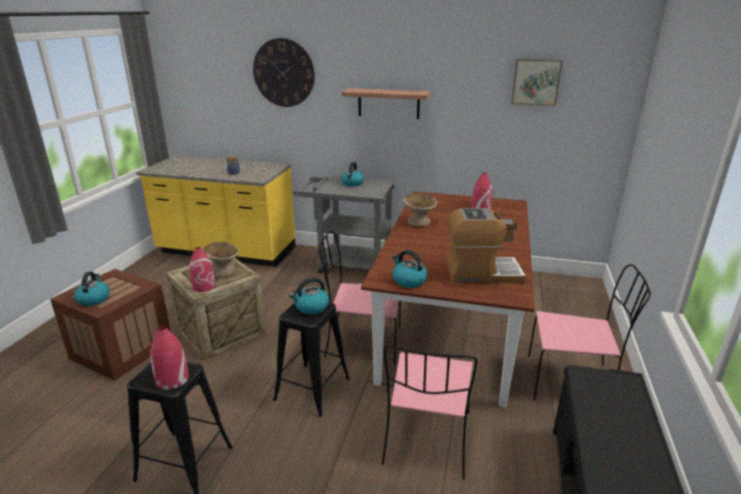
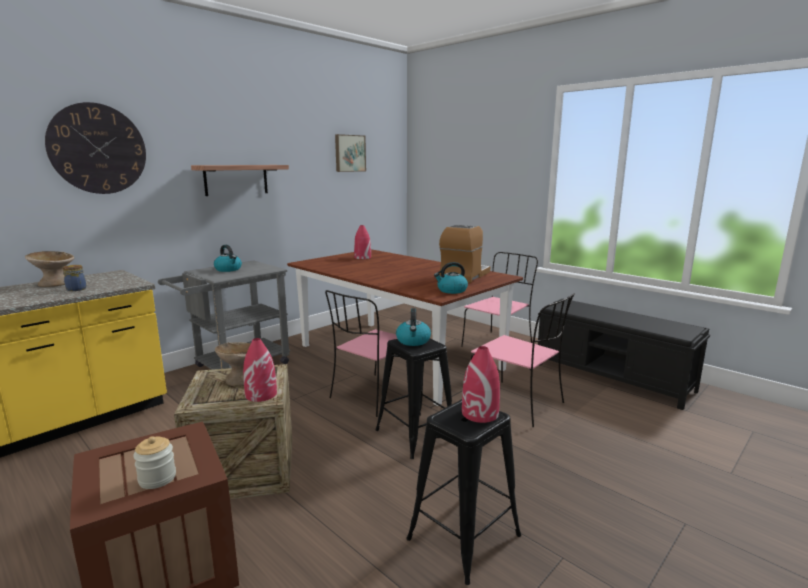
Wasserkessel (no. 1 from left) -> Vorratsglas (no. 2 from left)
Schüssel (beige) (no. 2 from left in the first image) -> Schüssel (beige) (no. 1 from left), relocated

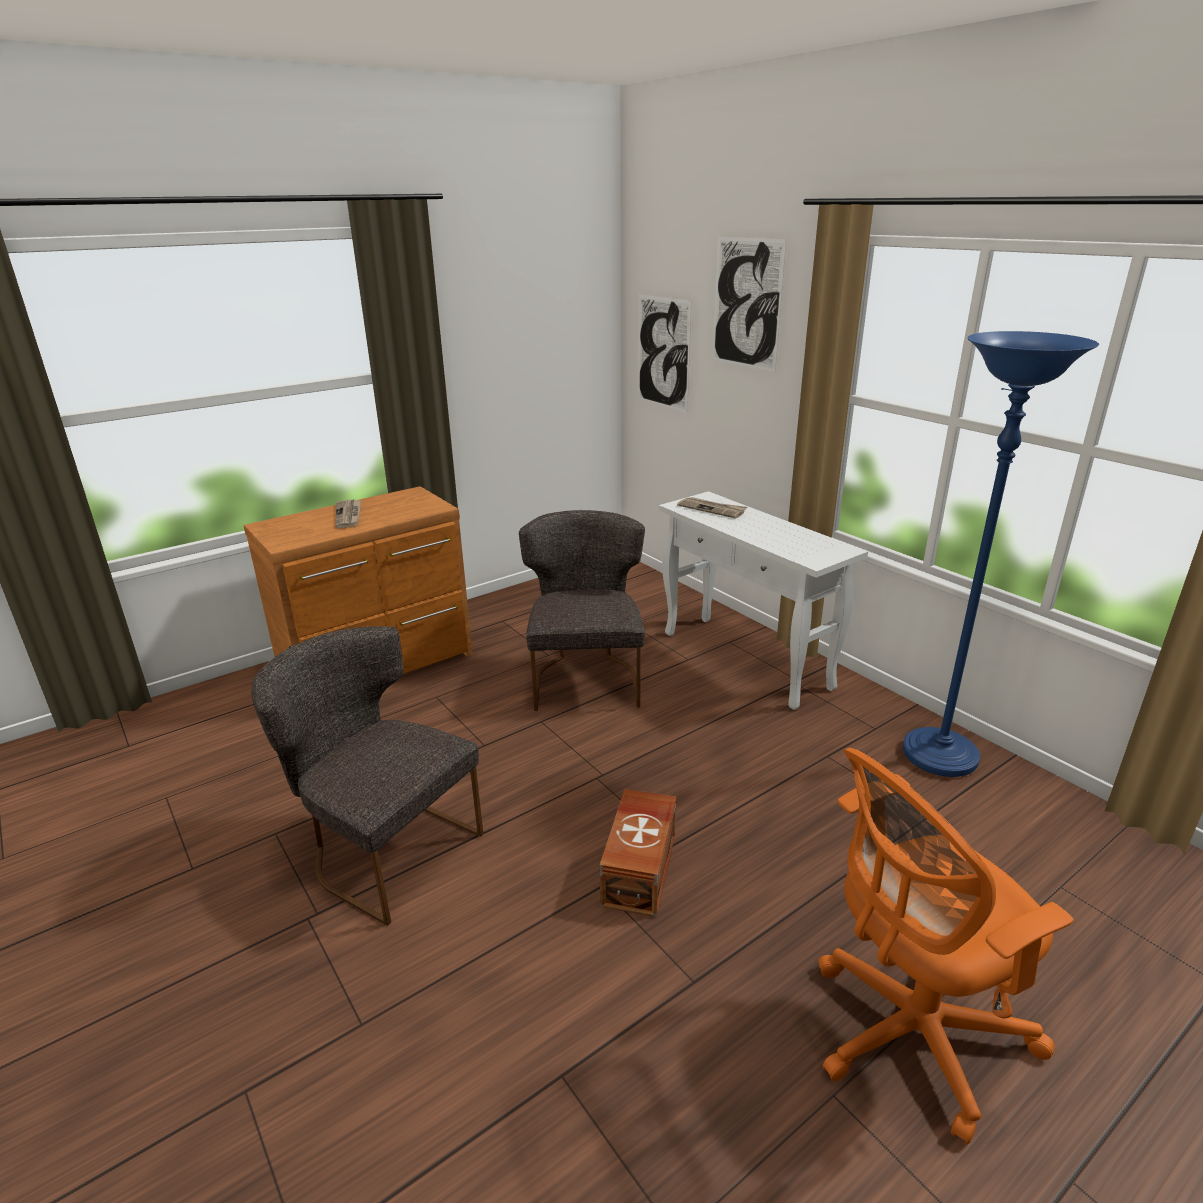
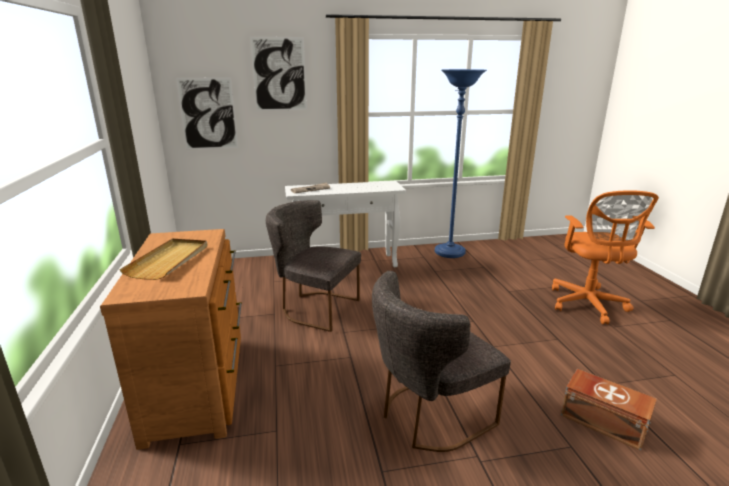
Zeitung (no. 1 from left) -> Tablett (beige)
Aufbewahrungsbox (braun), relocated

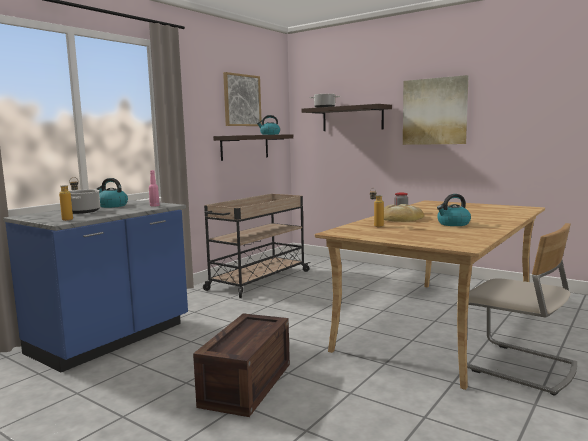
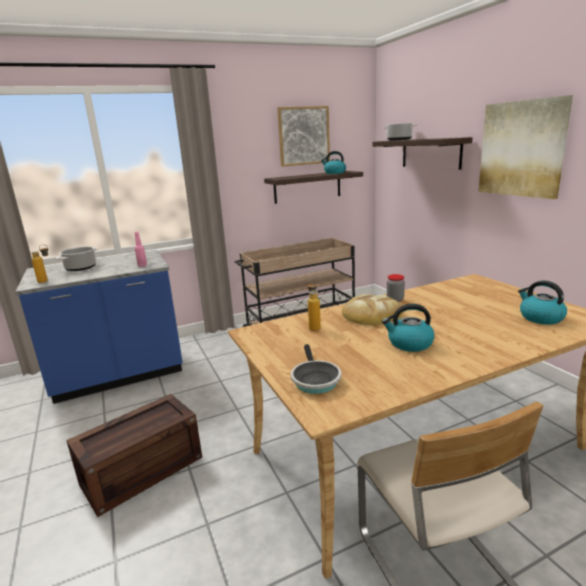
Wasserkessel (no. 1 from left in the first image) -> Wasserkessel (no. 3 from left), relocated
none -> Pfanne

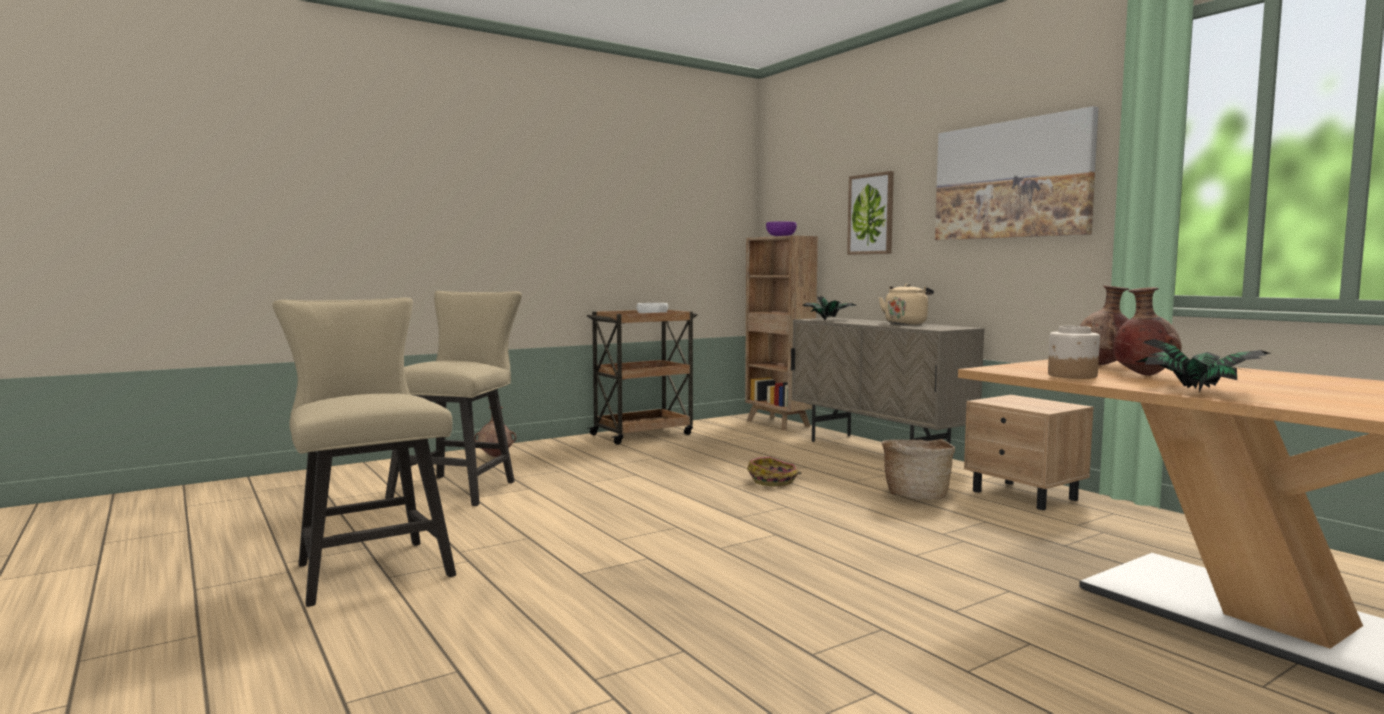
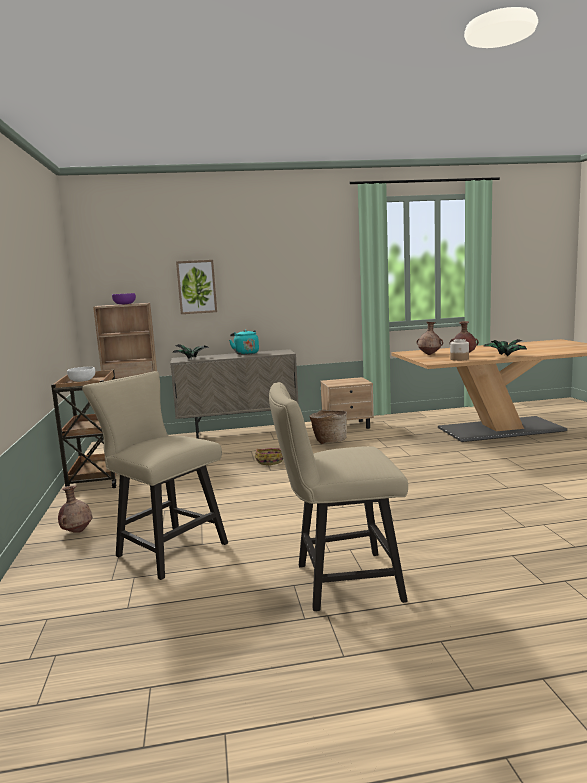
Wasserkessel (beige) -> Wasserkessel (türkis)
Bild (no. 2 from left) -> none

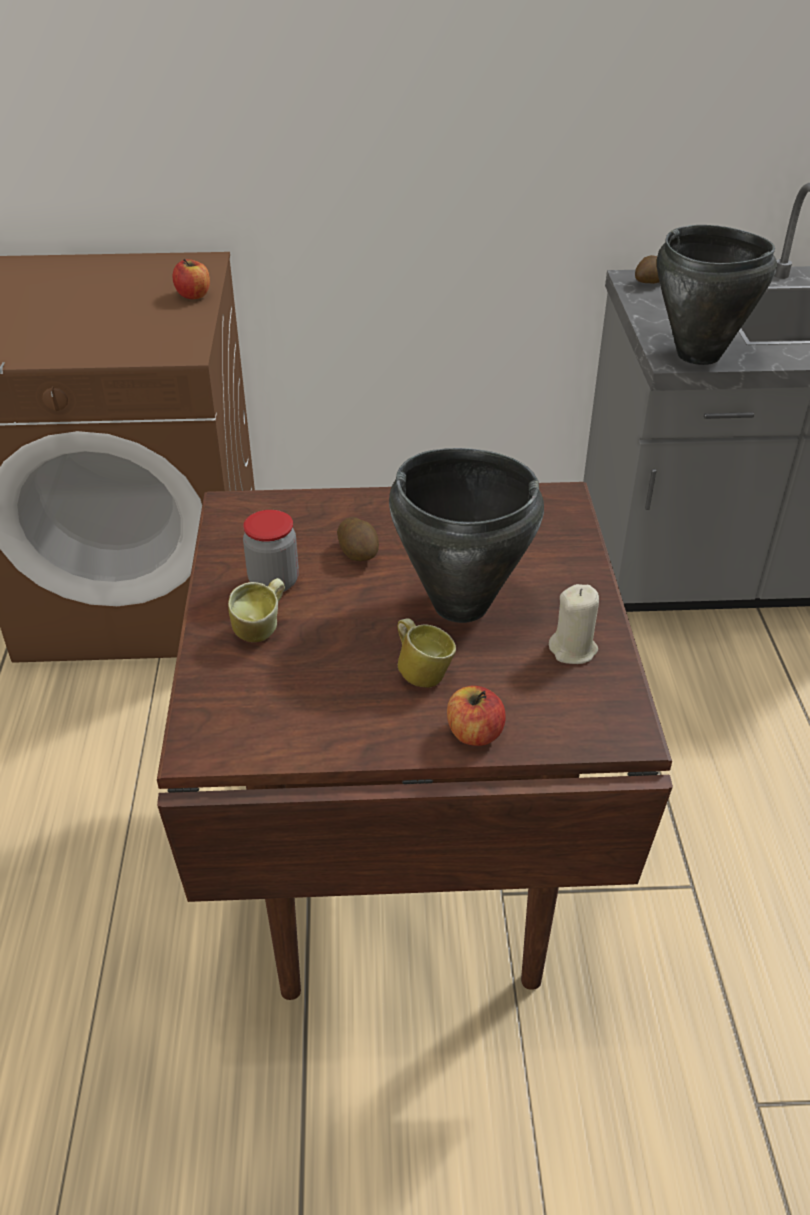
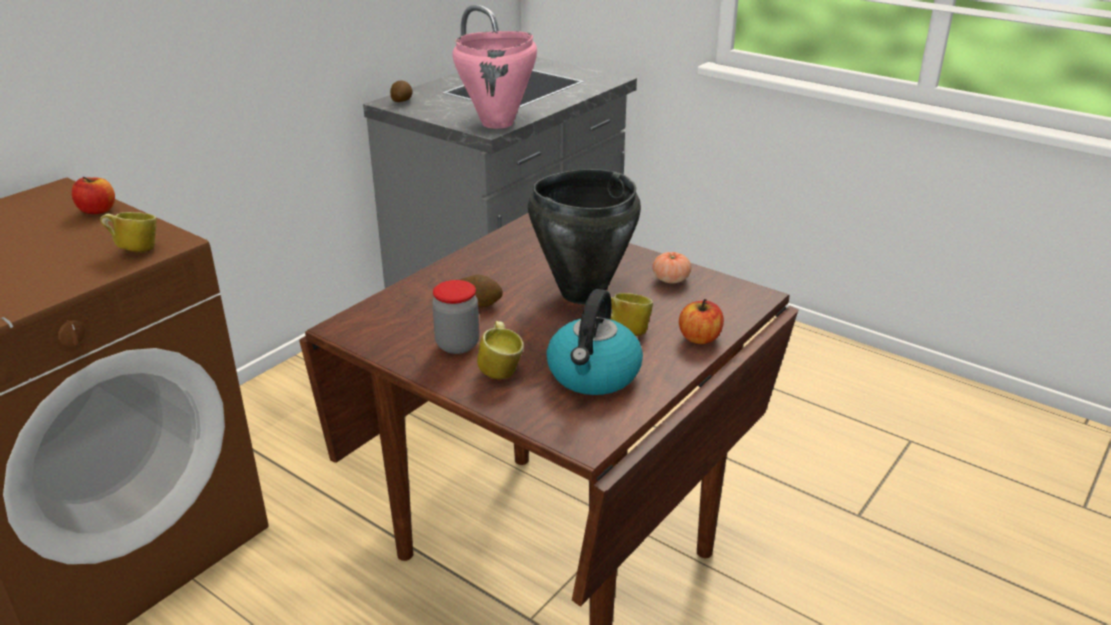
Kerze (beige) -> Tomate
Kochtopf (schwarz) (no. 2 from left) -> Kochtopf (rosa)
none -> Henkelbecher (no. 1 from left)
none -> Wasserkessel

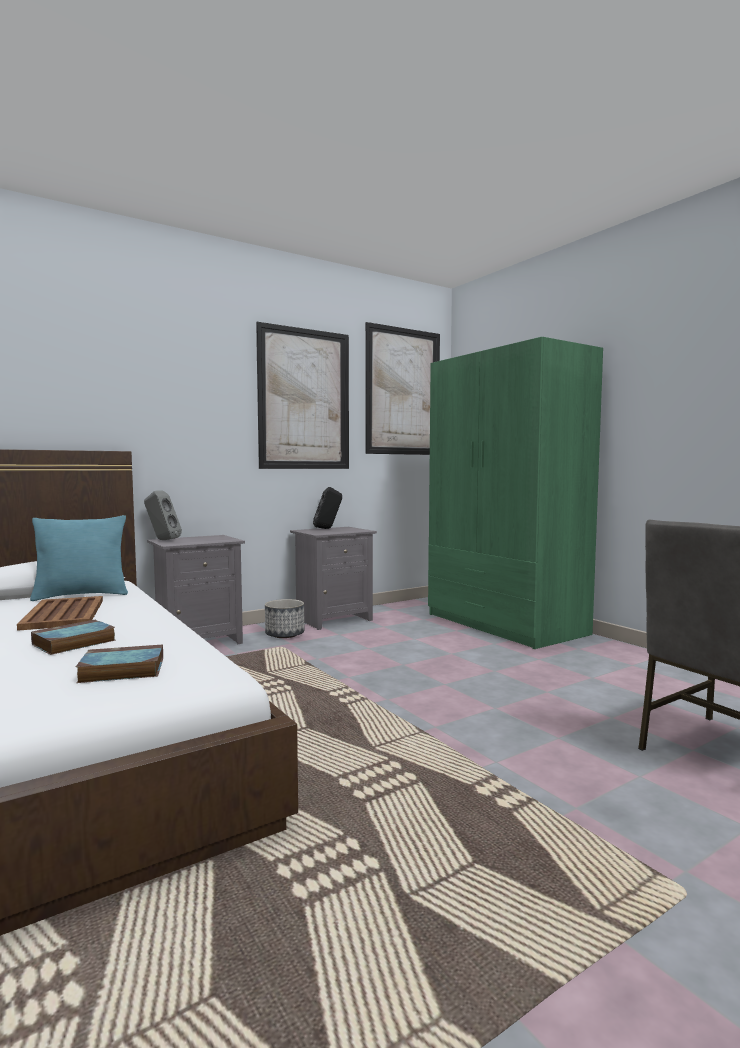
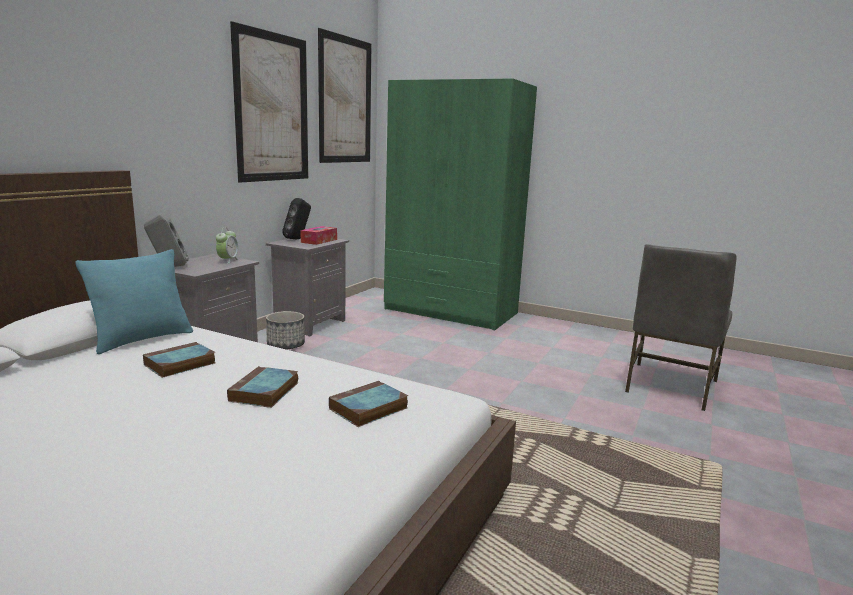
Tablett (braun) -> Buch (no. 1 from left)
none -> Wecker
none -> Taschentuchbox

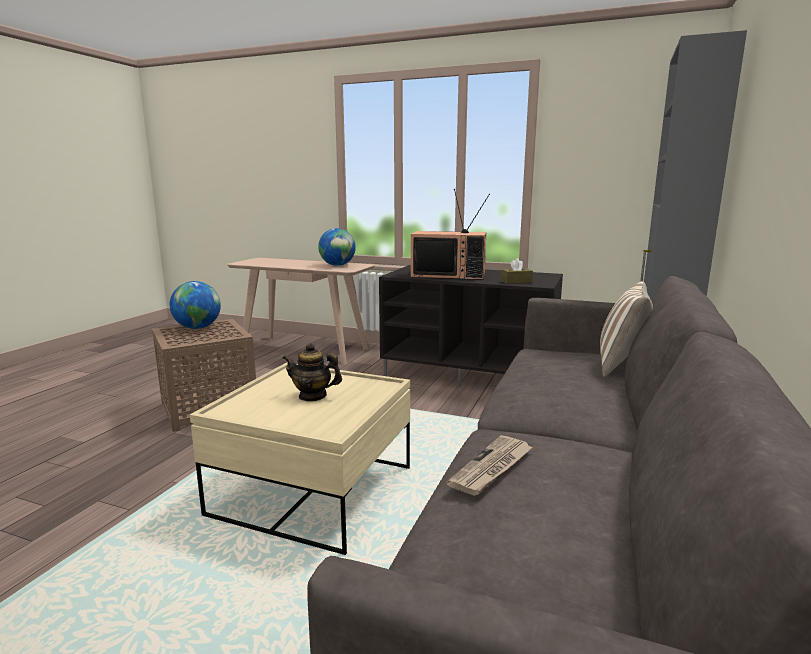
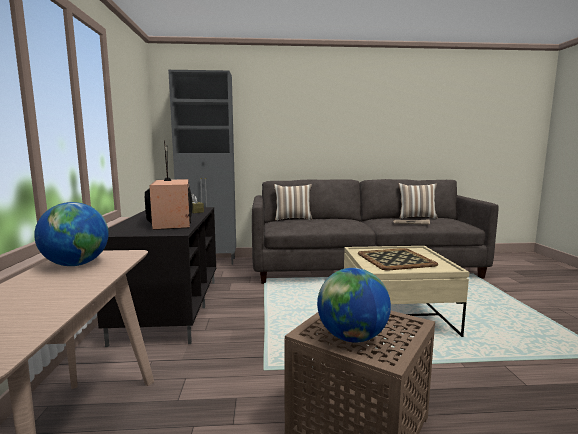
Teekanne -> Tablett
none -> Kissen (no. 2 from left)

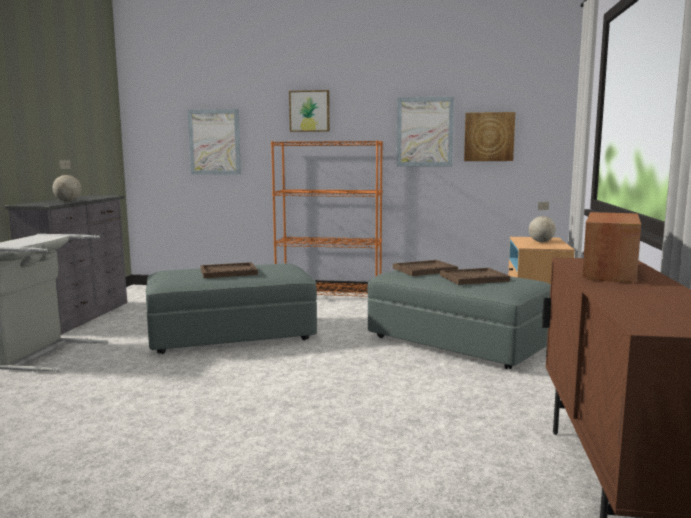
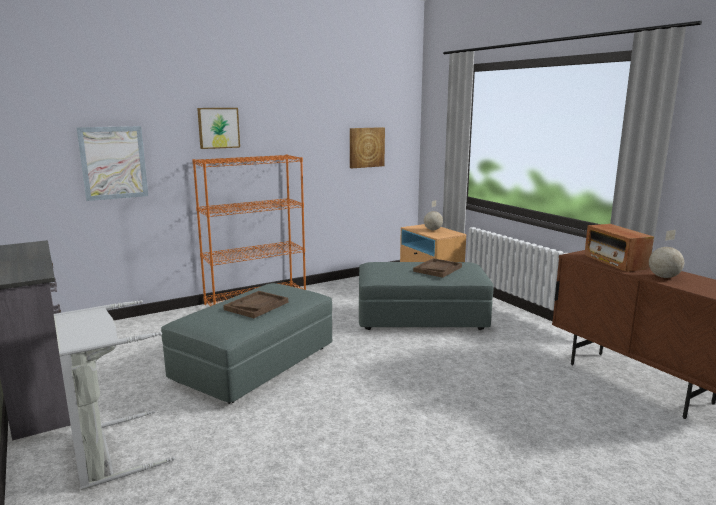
Globus (no. 1 from left in the first image) -> Globus (no. 2 from left), relocated
Tablett (braun) (no. 2 from left) -> none
Bild (no. 3 from left) -> none

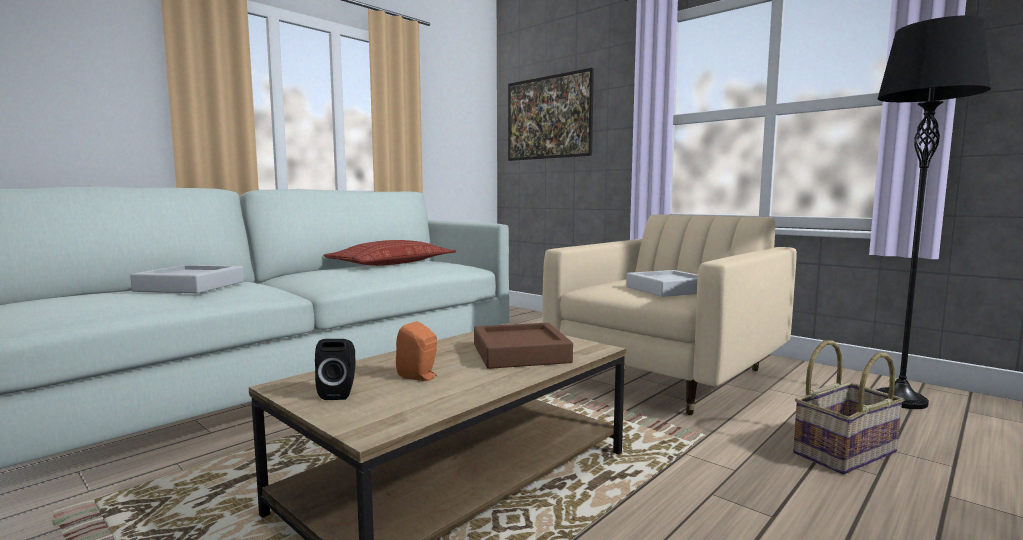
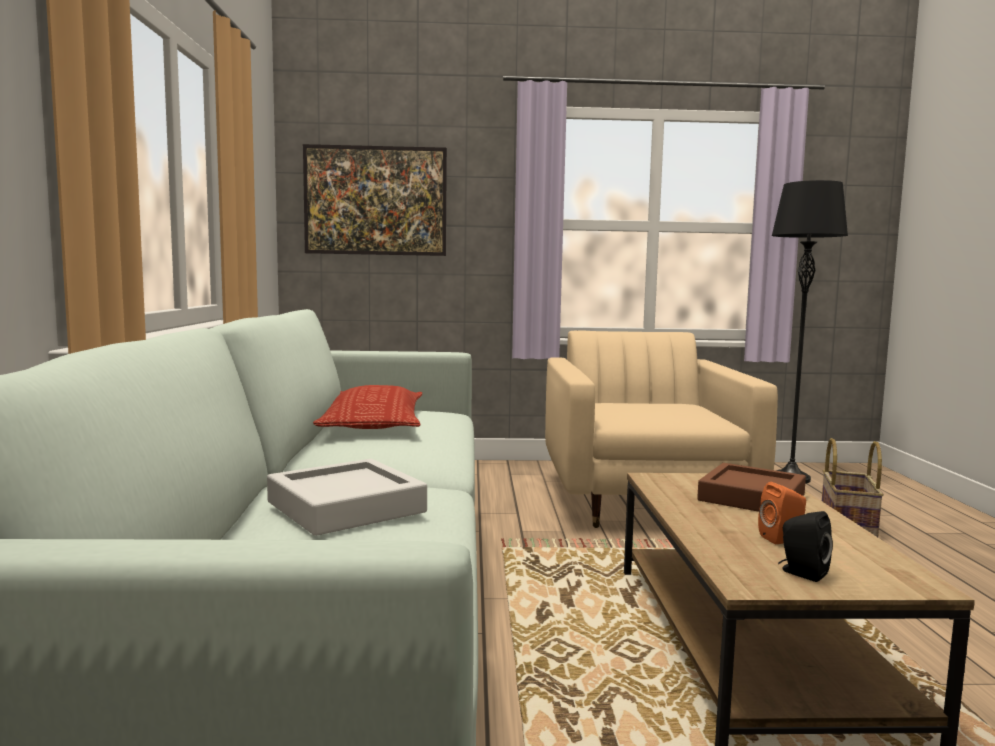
Tablett (grau) (no. 2 from left) -> none

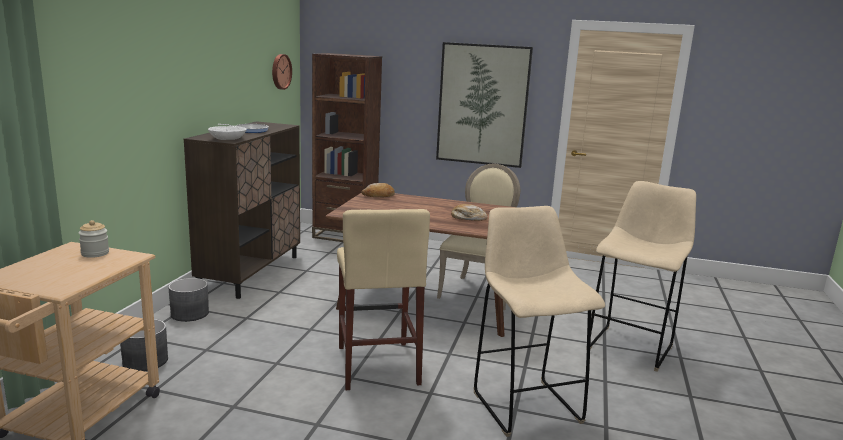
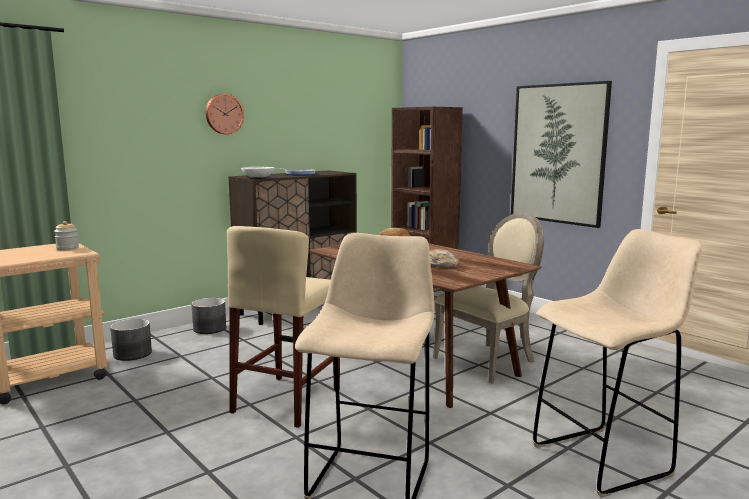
Wanduhr, relocated

